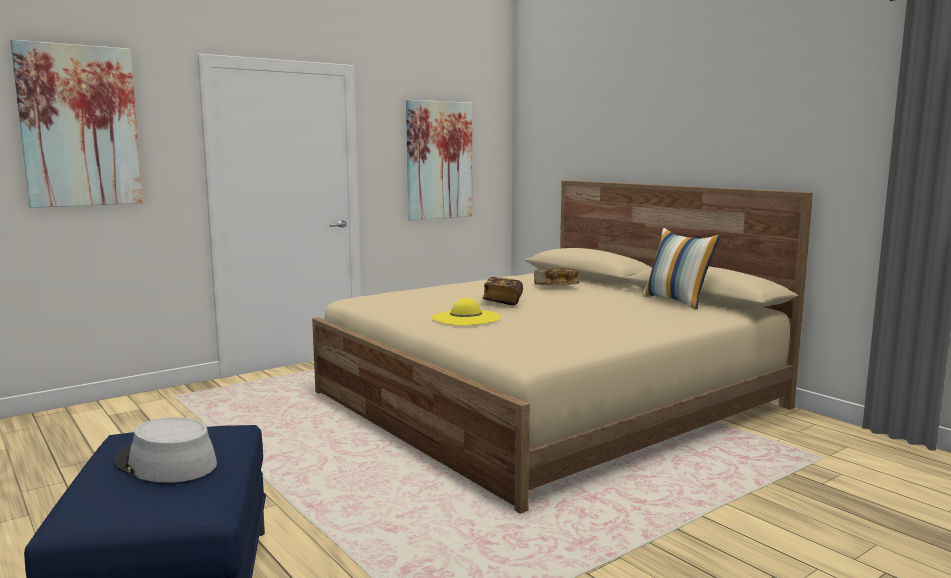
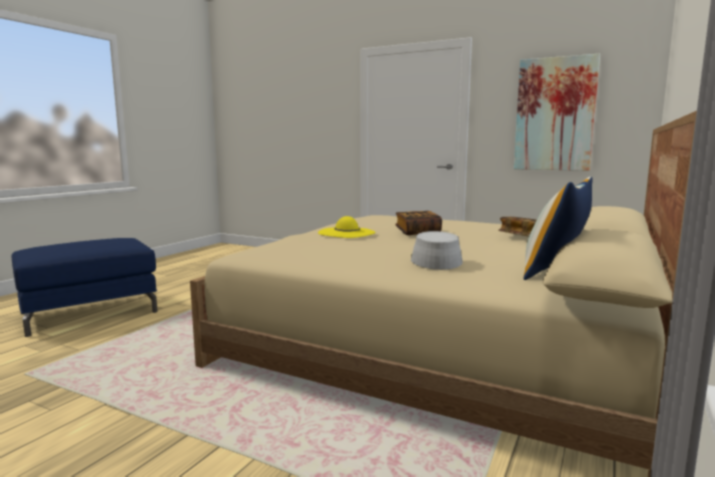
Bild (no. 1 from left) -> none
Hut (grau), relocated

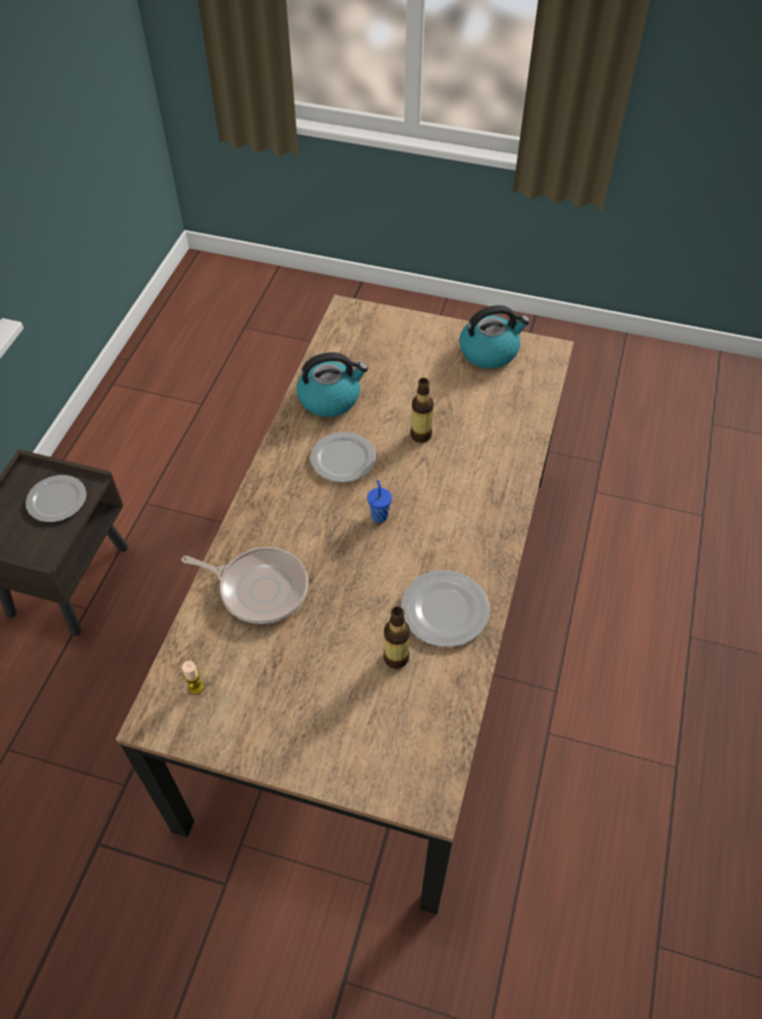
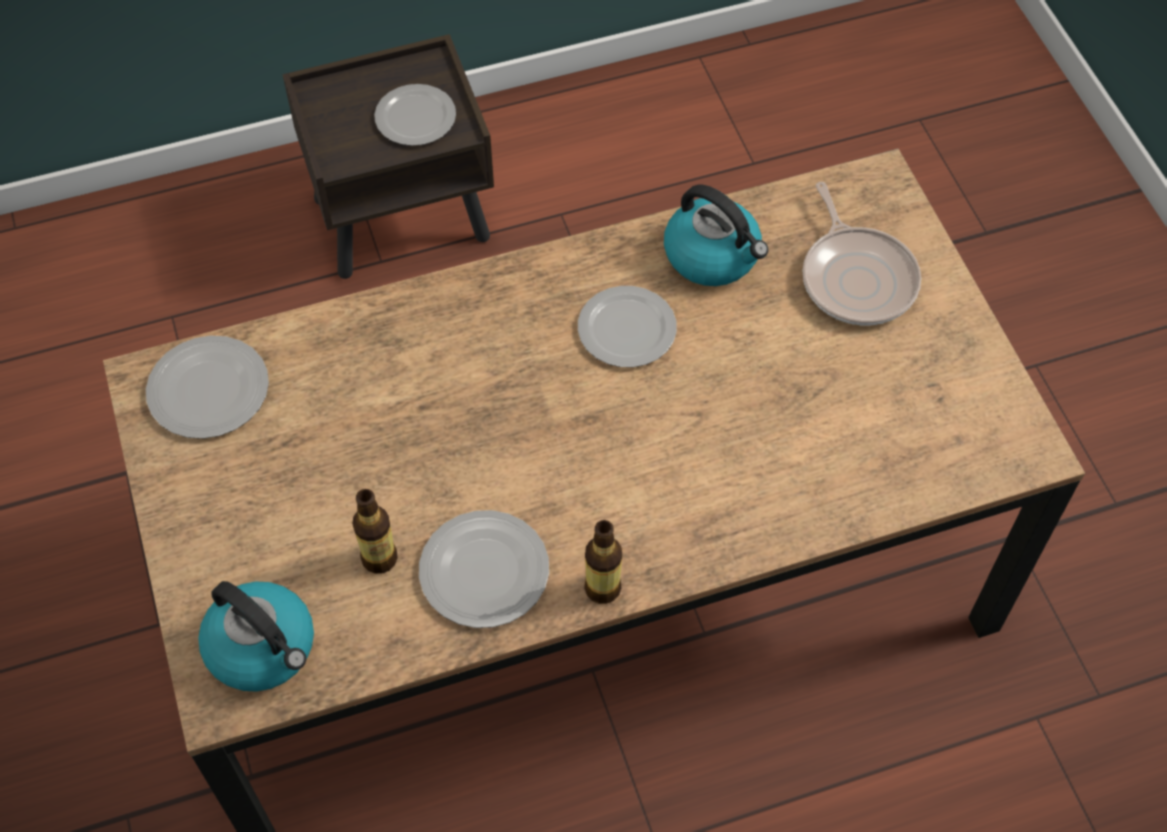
Pfanne, relocated
Kerze -> Teller (no. 1 from left)
Tasse (blau) -> none
Flasche (no. 2 from left), relocated
Wasserkessel (no. 2 from left in the first image) -> Wasserkessel (no. 1 from left), relocated

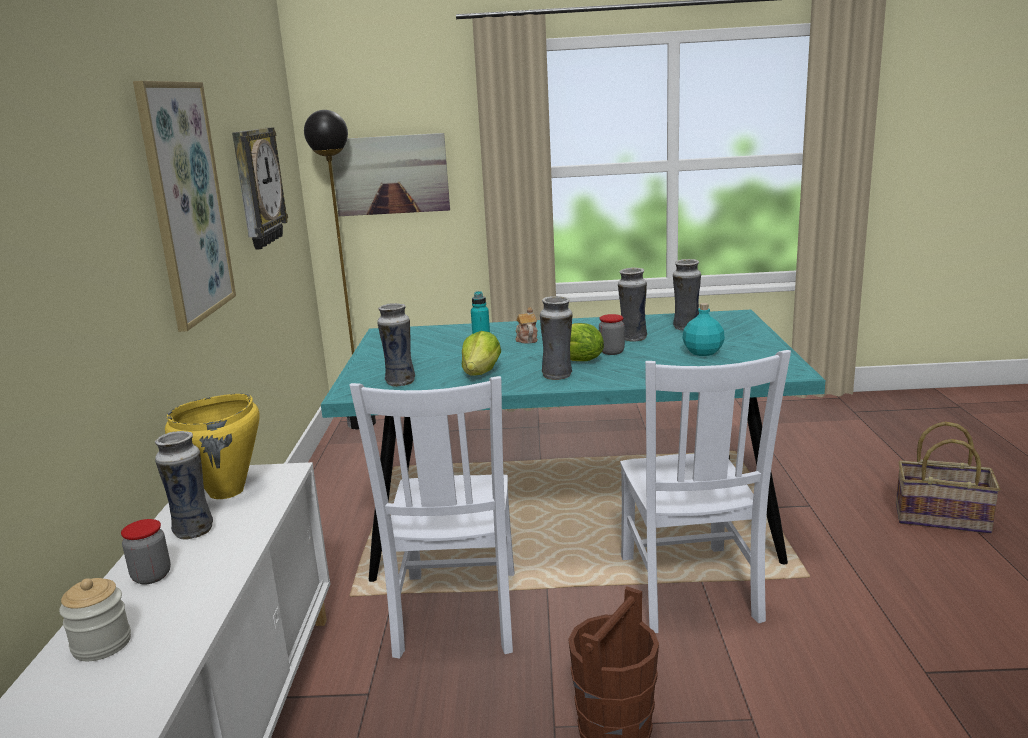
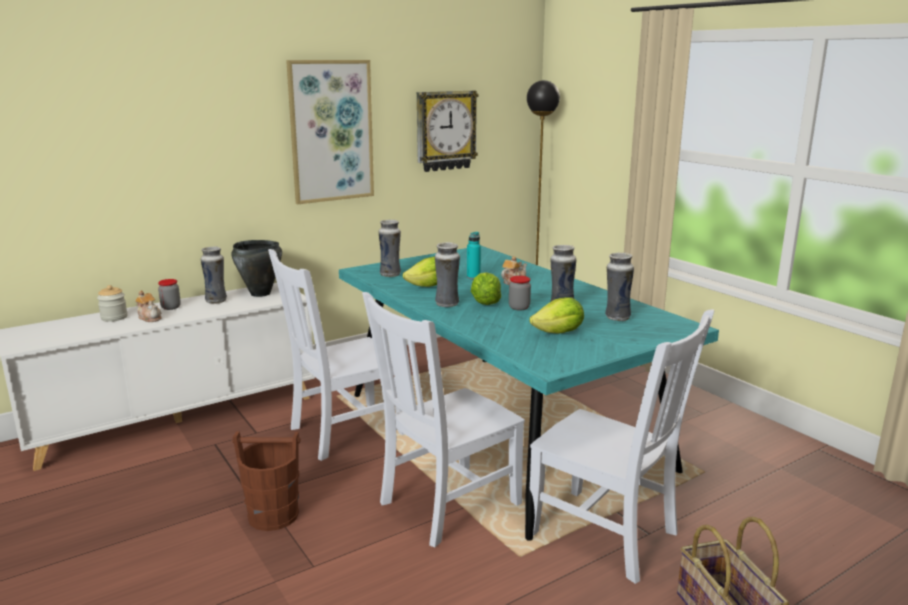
Kochtopf (gelb) -> Kochtopf (schwarz)
Bild (no. 2 from left) -> none
Flasche (türkis) (no. 2 from left) -> Salatkopf (no. 3 from left)
none -> Teekanne (no. 1 from left)
none -> Stuhl (weiß) (no. 3 from left)

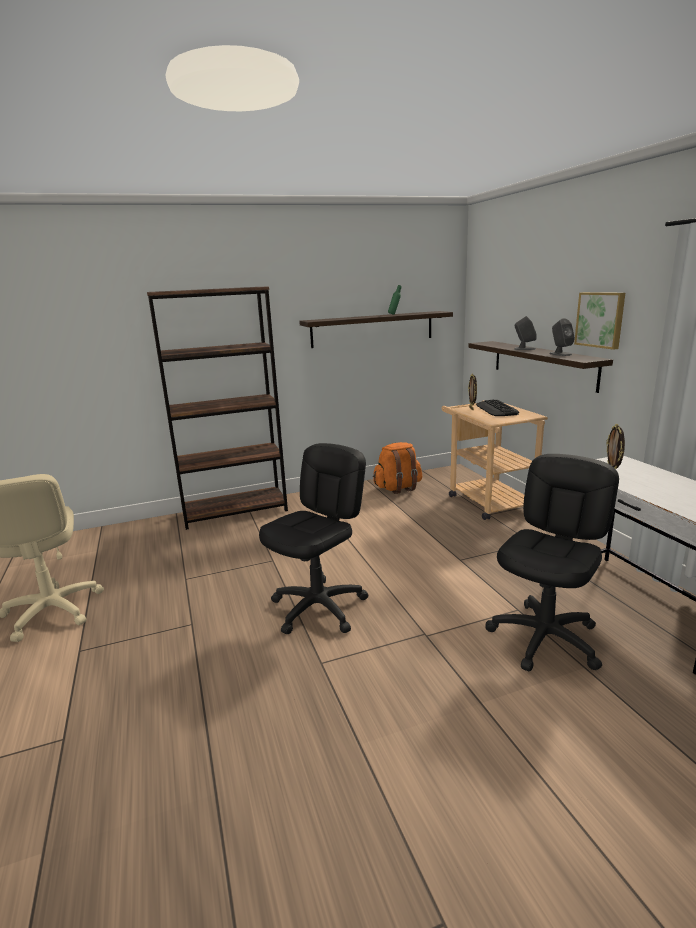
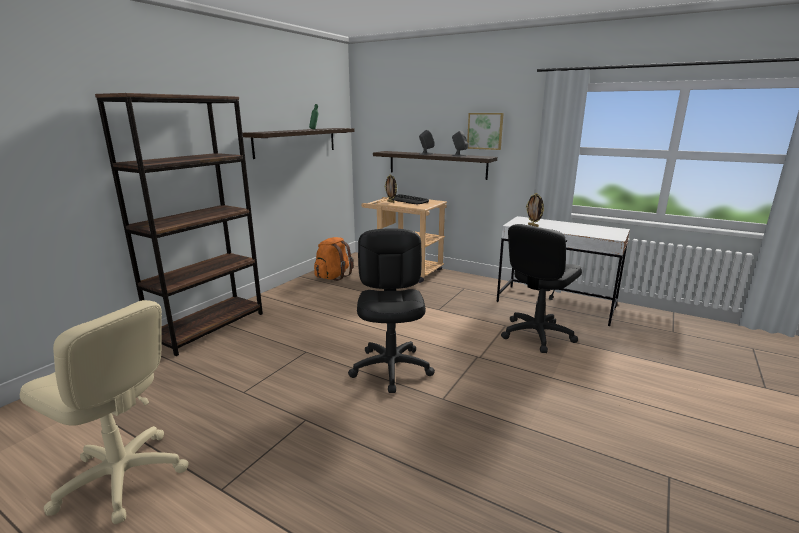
Bürostuhl (schwarz) (no. 2 from left), 135 degrees counterclockwise

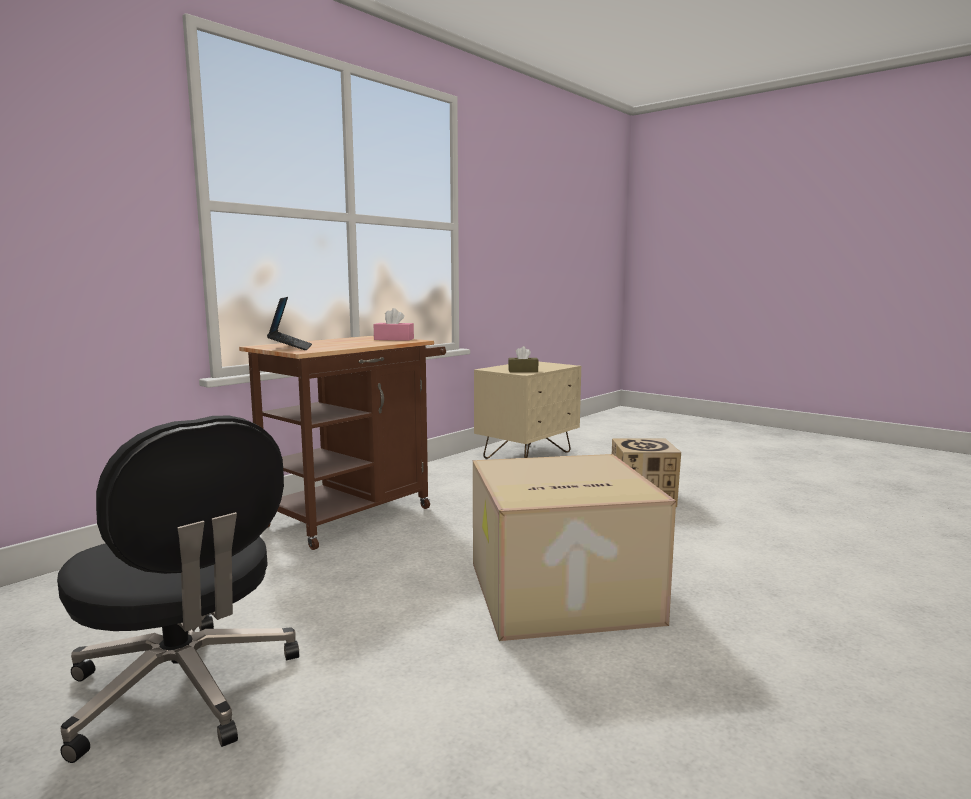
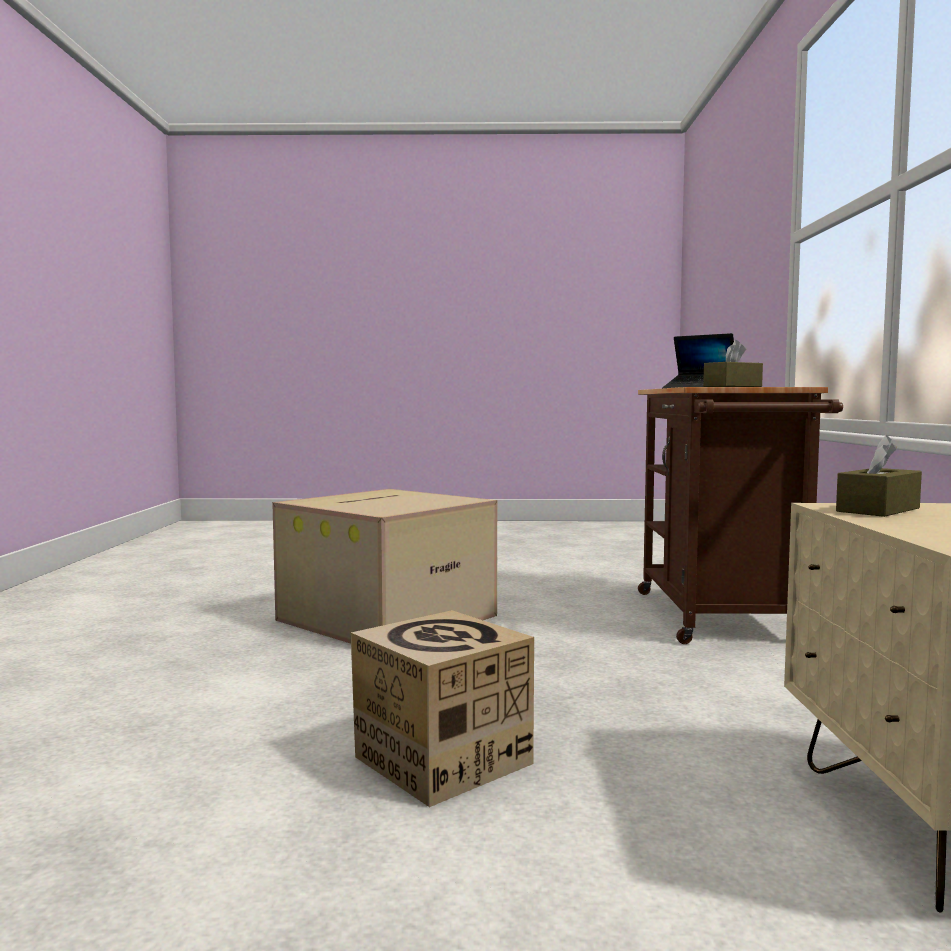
Bürostuhl (schwarz) -> none
Taschentuchbox (rosa) -> Taschentuchbox (braun) (no. 1 from left)

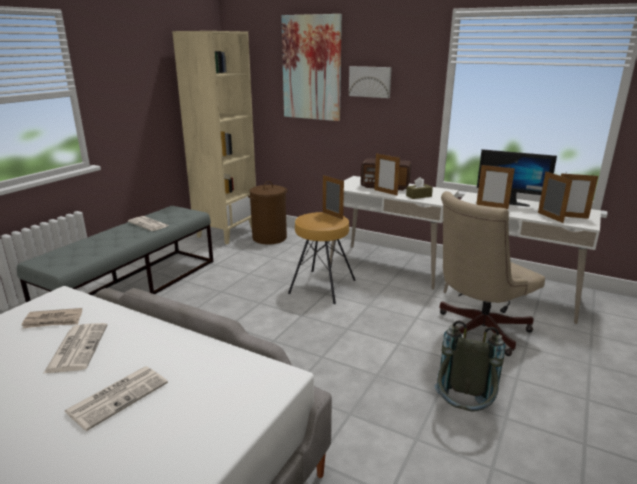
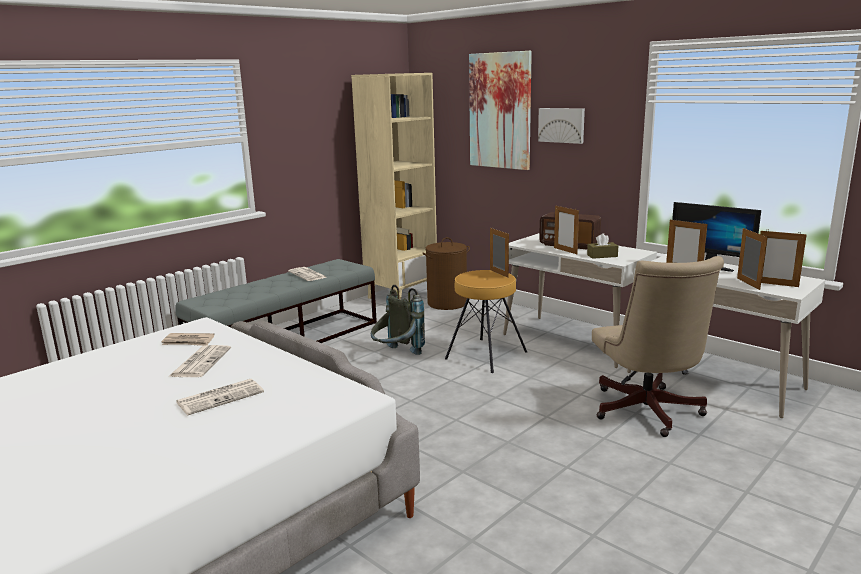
Rucksack (grau), relocated
Bürostuhl (beige), 75 degrees counterclockwise

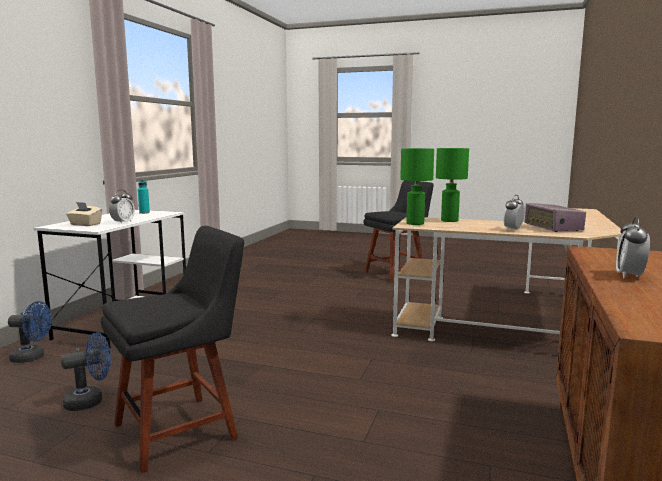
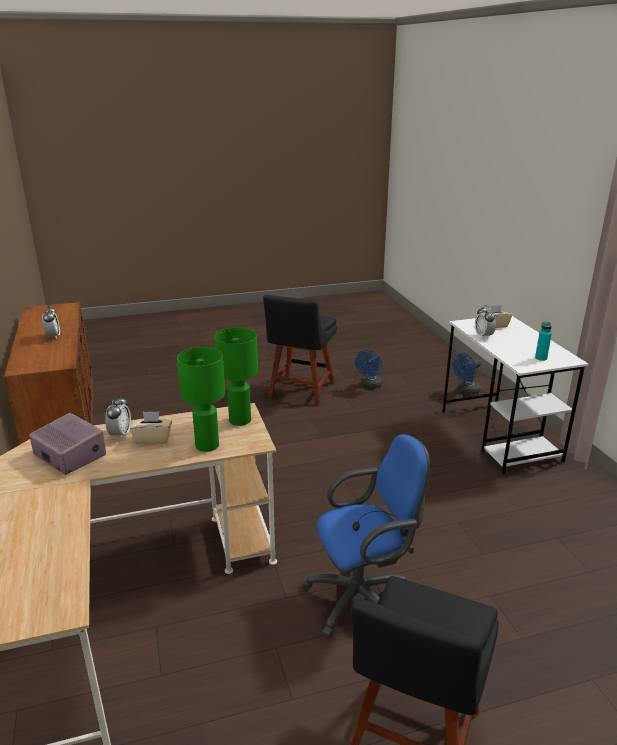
none -> Taschentuchbox (beige) (no. 1 from left)
none -> Bürostuhl (blau)

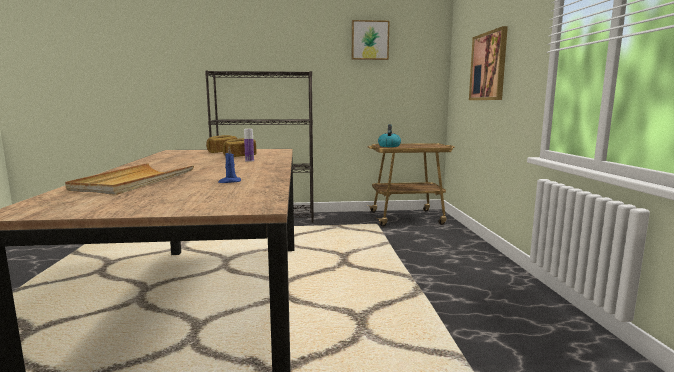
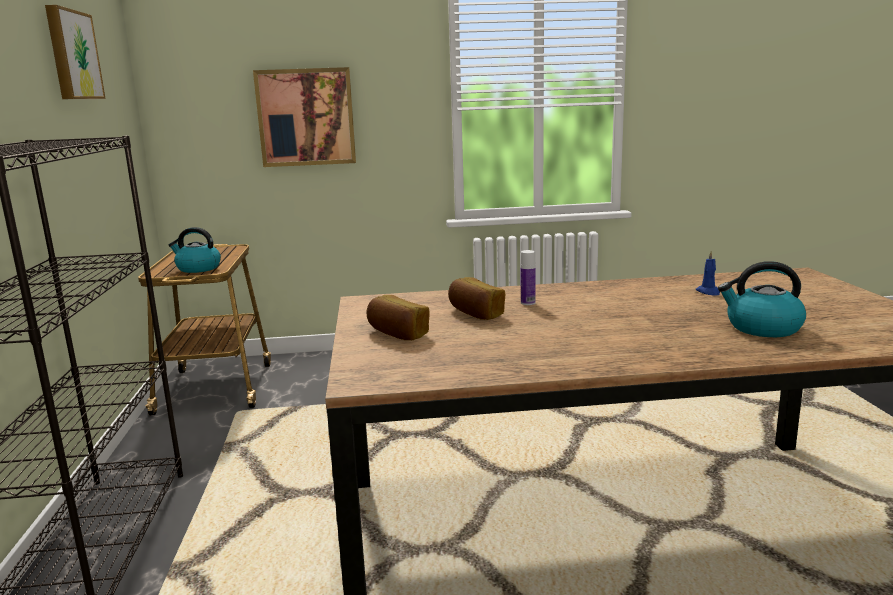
Tablett (beige) -> Wasserkessel (no. 2 from left)

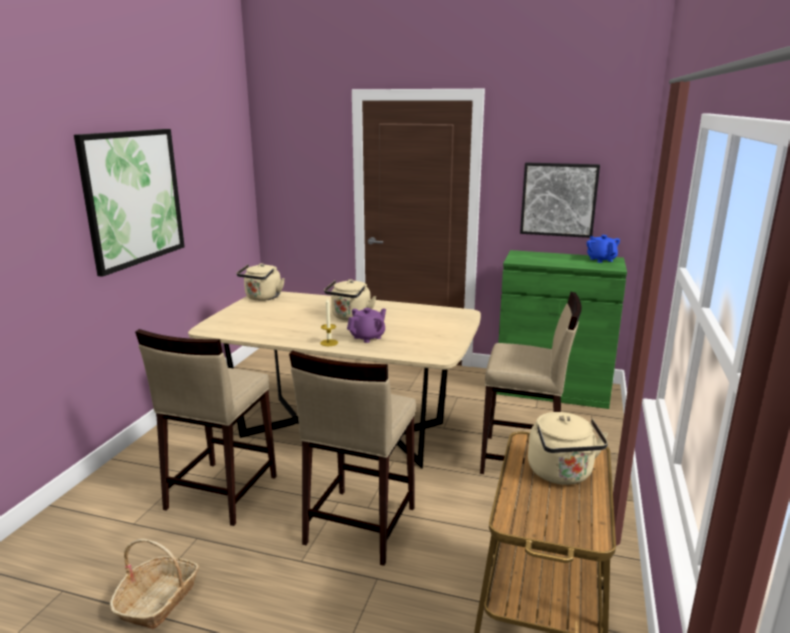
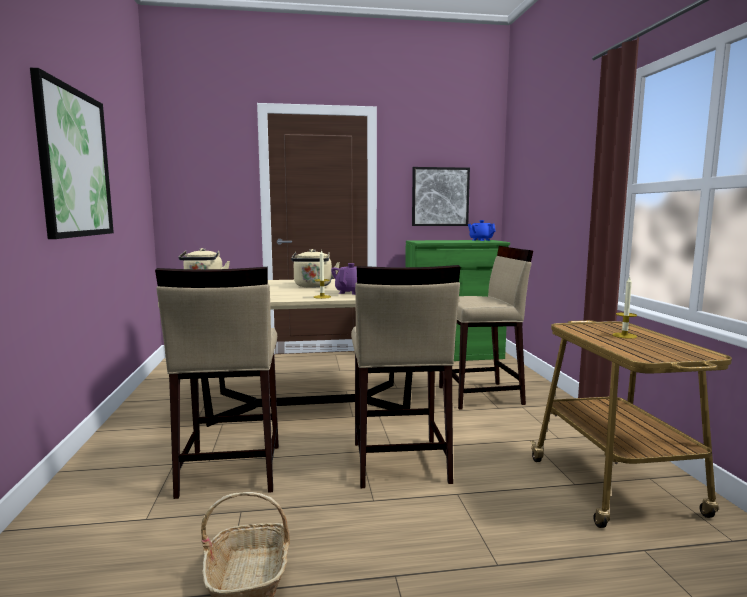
Wasserkessel (beige) (no. 3 from left) -> Kerze (no. 2 from left)

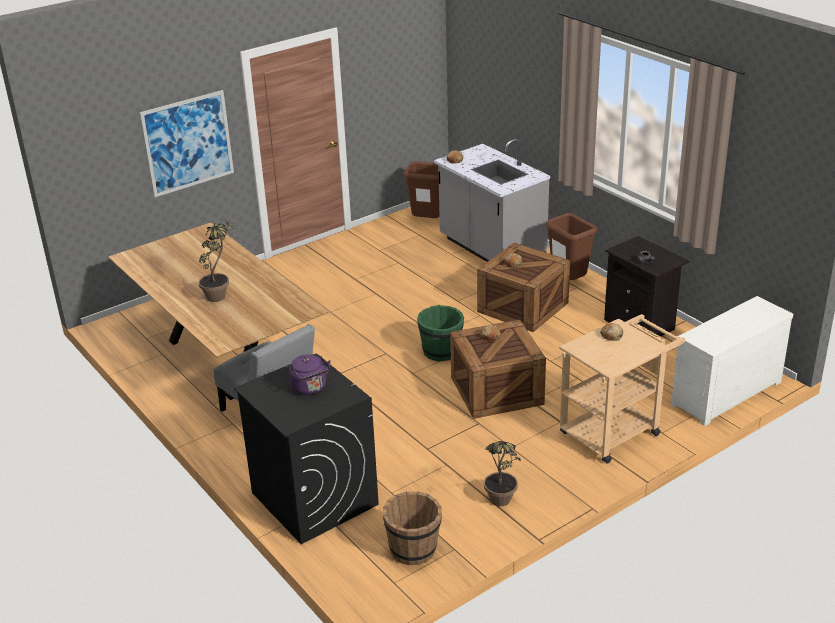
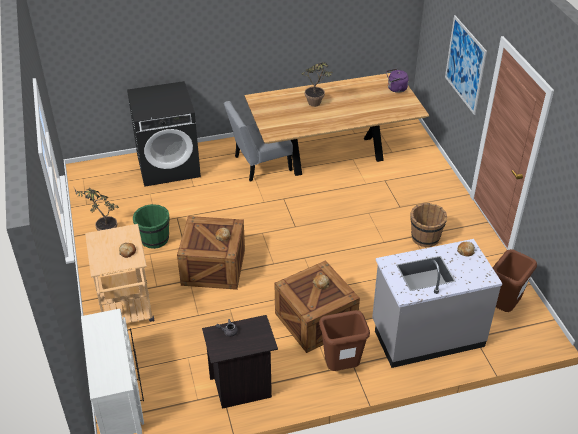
Wasserkessel (lila), relocated
Eimer (braun), relocated
Eimer (grün), relocated

